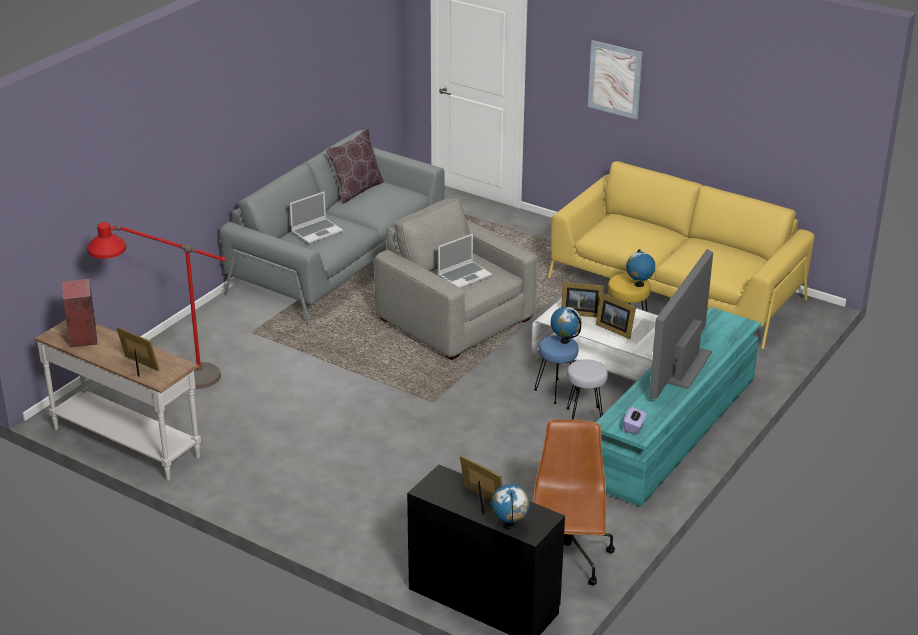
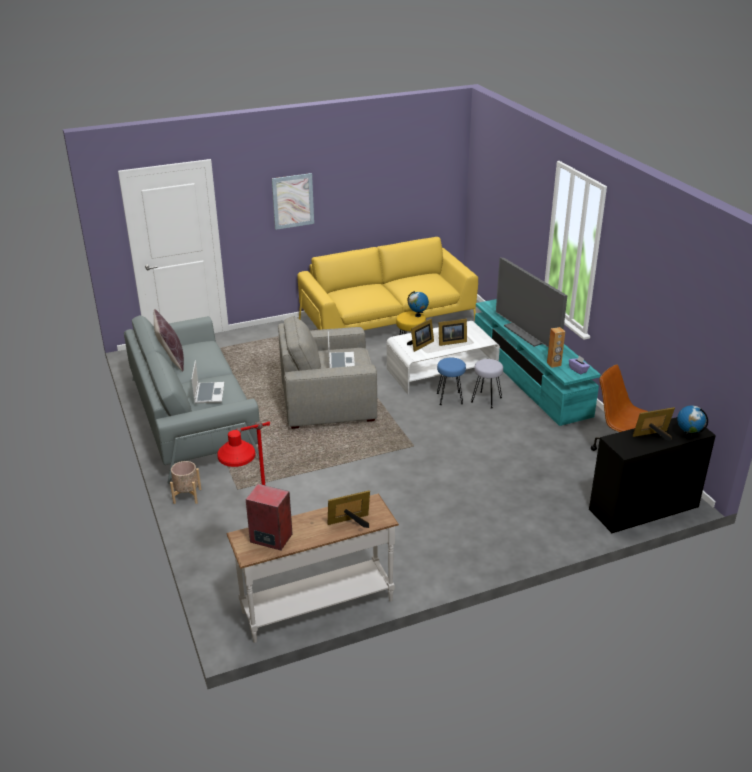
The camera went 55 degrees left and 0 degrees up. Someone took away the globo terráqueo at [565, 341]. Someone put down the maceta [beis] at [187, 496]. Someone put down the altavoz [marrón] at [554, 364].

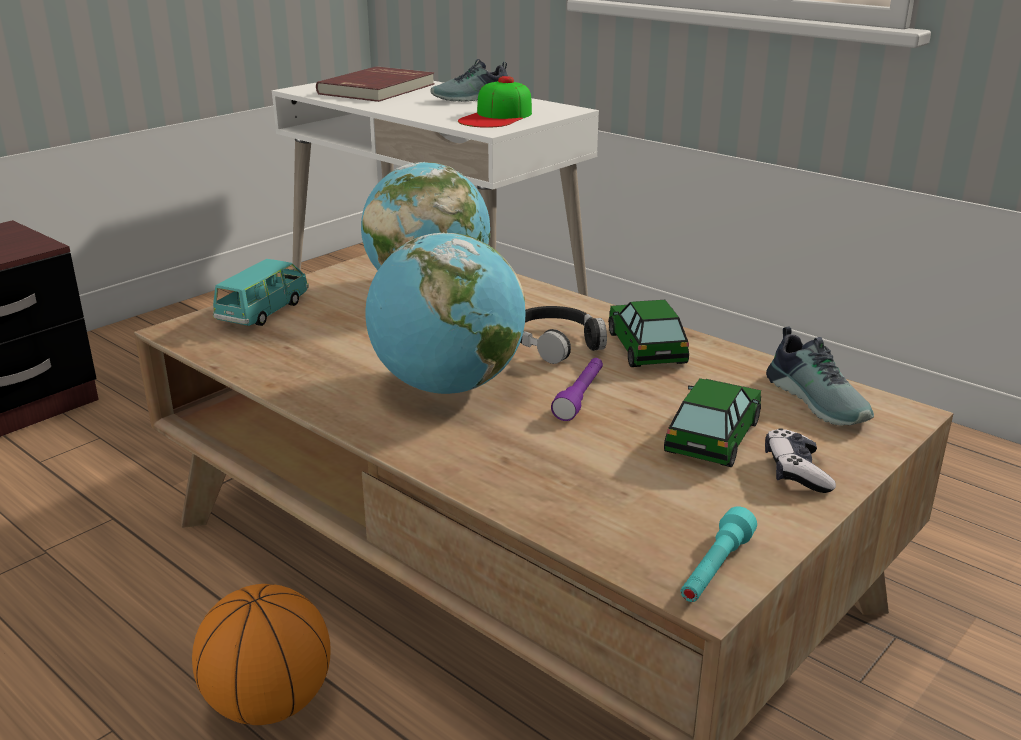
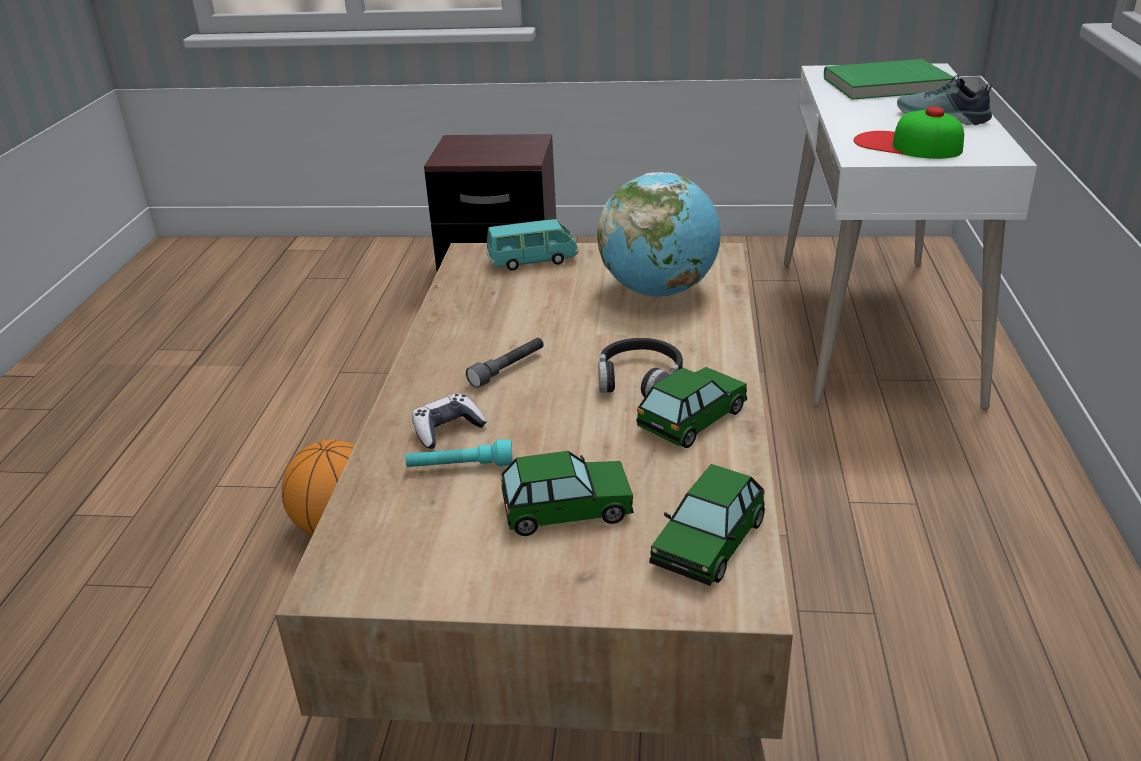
The camera went 55 degrees right and 5 degrees up. Someone repainted the libro [rojo] at [378, 89], which became the libro [verde] at [887, 85]. Someone swapped the globo terráqueo at [447, 387] for the linterna [gris] at [508, 369]. Someone rotated the gorra at [497, 117] by 45 degrees clockwise. Someone took away the linterna [morado] at [580, 397]. Someone carried the linterna [turquesa] from [715, 570] to [460, 467]. Someone carried the mando de consola from [796, 472] to [447, 430]. Someone swapped the zapato at [820, 400] for the coche de juguete at [708, 542].

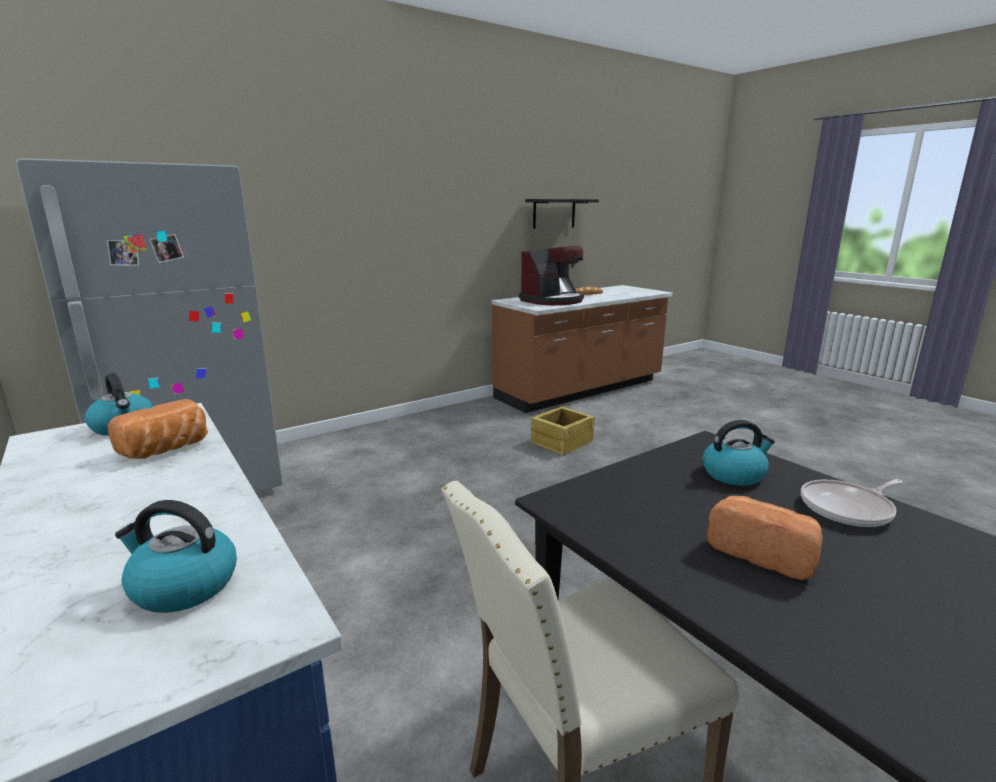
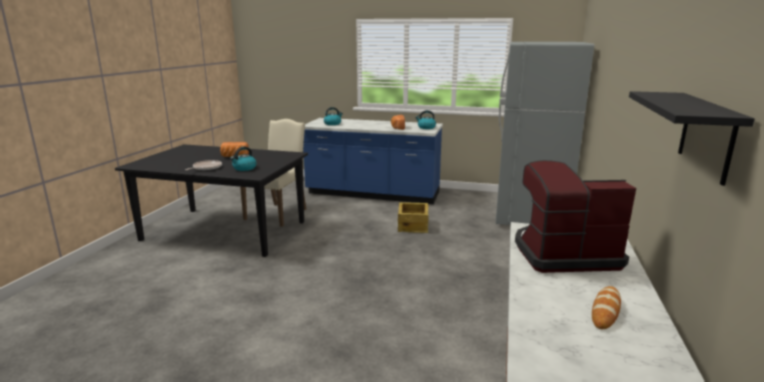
The camera went 140 degrees right and 0 degrees up. Someone rotated the cafetera at [553, 301] by 75 degrees clockwise. Someone carried the caja de embalaje from [561, 442] to [413, 226].

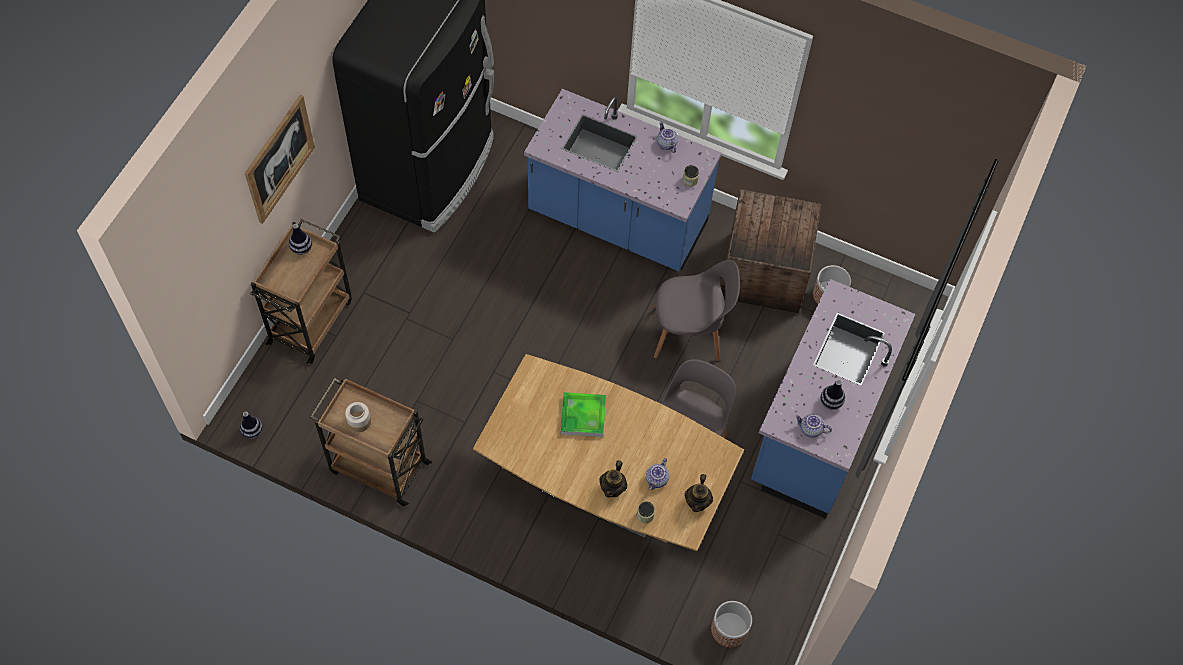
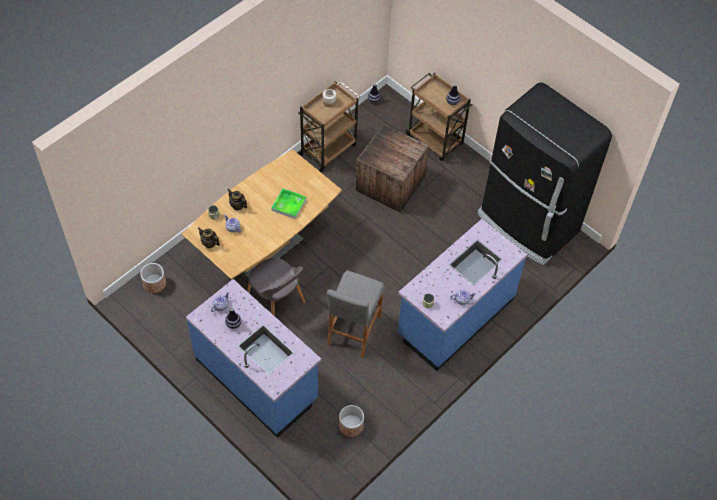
The camera went 110 degrees right and 5 degrees down. Someone took away the cuadro at [279, 159]. Someone swapped the silla [gris] at [689, 333] for the taburete [gris] at [353, 330]. Someone carried the caja de embalaje from [762, 273] to [390, 183].

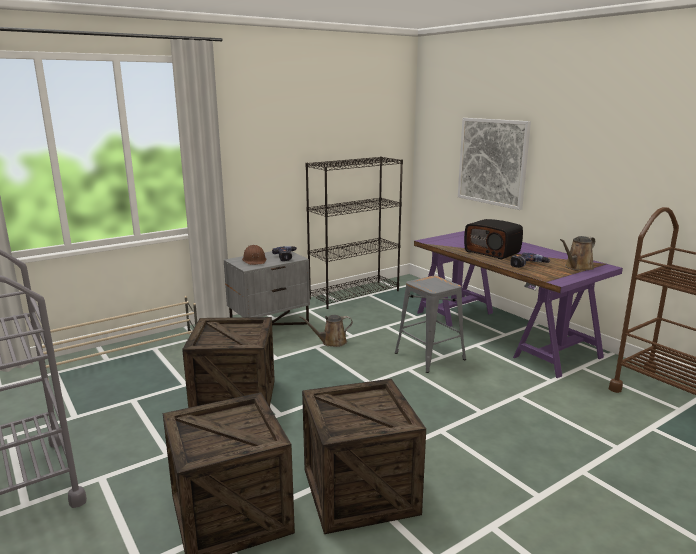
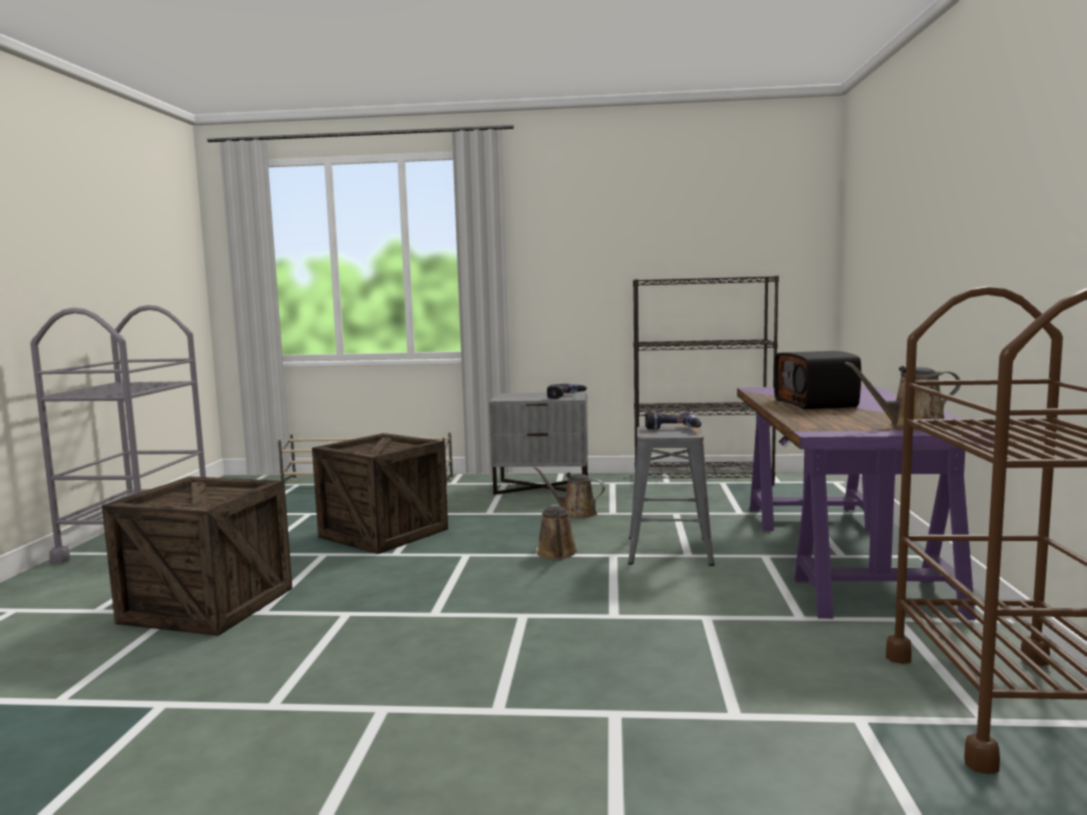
The camera went 40 degrees right and 10 degrees down. Someone took away the casco [marrón] at [254, 260]. Someone took away the caja de embalaje at [359, 491]. Someone took away the cuadro at [492, 162]. Someone carried the taladro from [528, 265] to [672, 430]. Someone put down the regadera [marrón] at [557, 554].

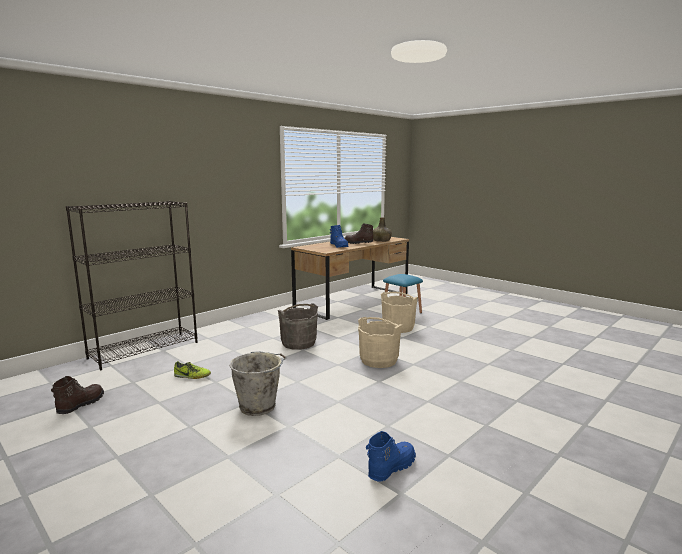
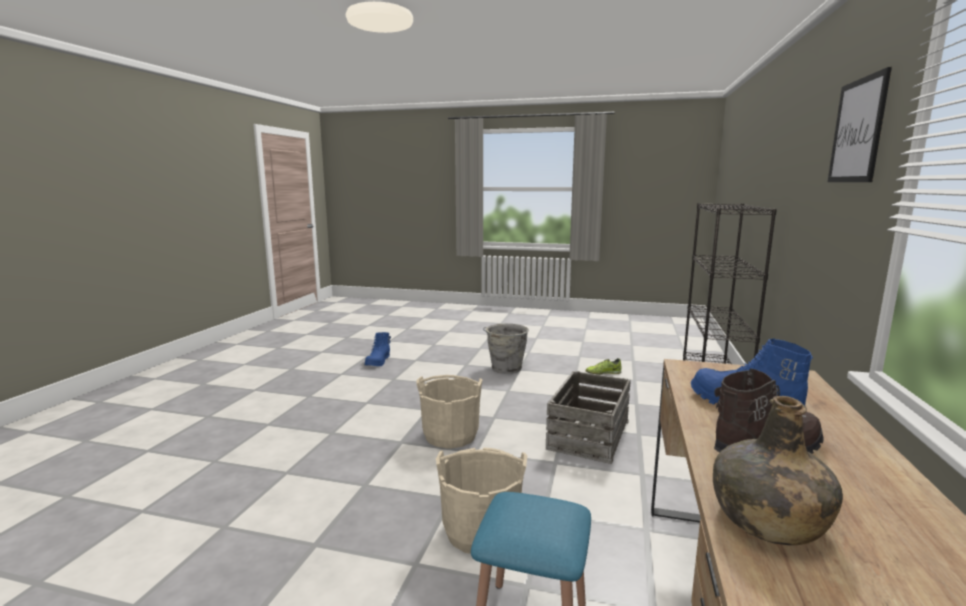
The camera went 150 degrees right and 0 degrees up. Someone took away the bota [marrón] at [80, 405]. Someone swapped the cubo [gris] at [298, 343] for the caja de embalaje at [588, 434]. Someone put up the cuadro at [857, 131].

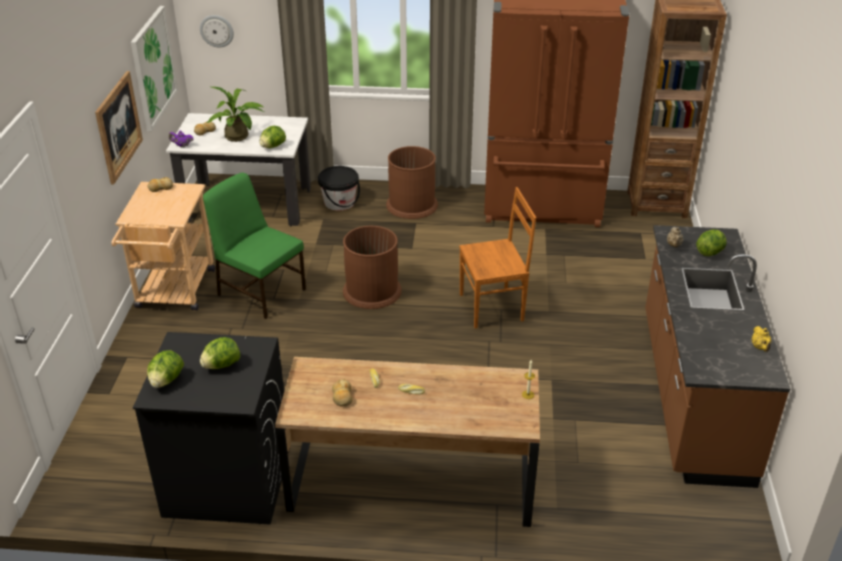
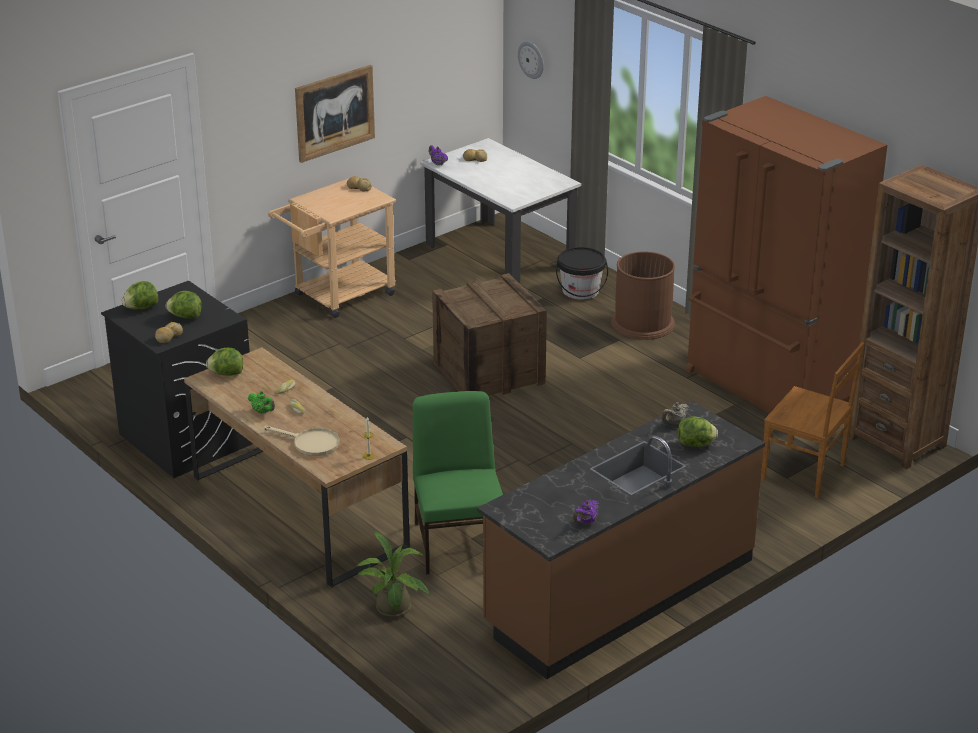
The camera went 45 degrees right and 5 degrees down. Someone took away the cuadro at [153, 67]. Someone carried the silla [verde] from [261, 291] to [459, 543]. Someone carried the planta en maceta from [239, 137] to [394, 611]. Someone carried the lechuga from [272, 146] to [226, 374]. Someone carried the pan from [342, 397] to [168, 337]. Someone swapped the papelera [marrón] at [372, 291] for the caja de embalaje at [488, 373]. Someone carried the silla [marrón] from [493, 307] to [805, 473]. Someone repainted the tetera [amarillo] at [760, 347], which became the tetera [morado] at [585, 522]. Someone put down the tetera [verde] at [262, 412]. Someone put down the sartén [beis] at [310, 443].

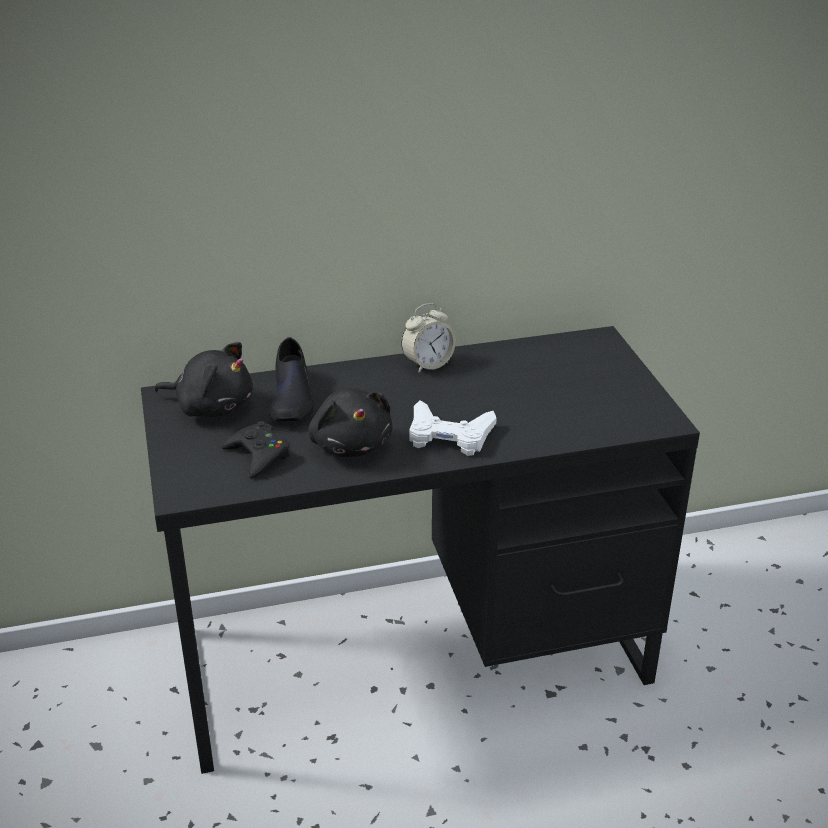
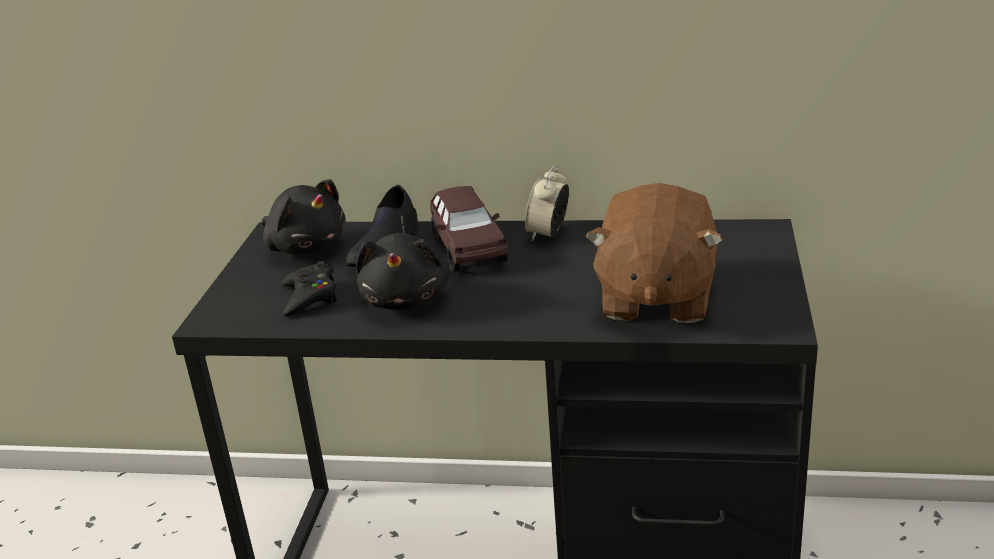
The camera went 25 degrees right and 5 degrees down. Someone rotated the despertador at [428, 364] by 120 degrees clockwise. Someone took away the mando de consola [blanco] at [449, 436]. Someone put down the coche de juguete [marrón] at [468, 248]. Someone put down the peluche [marrón] at [655, 298].

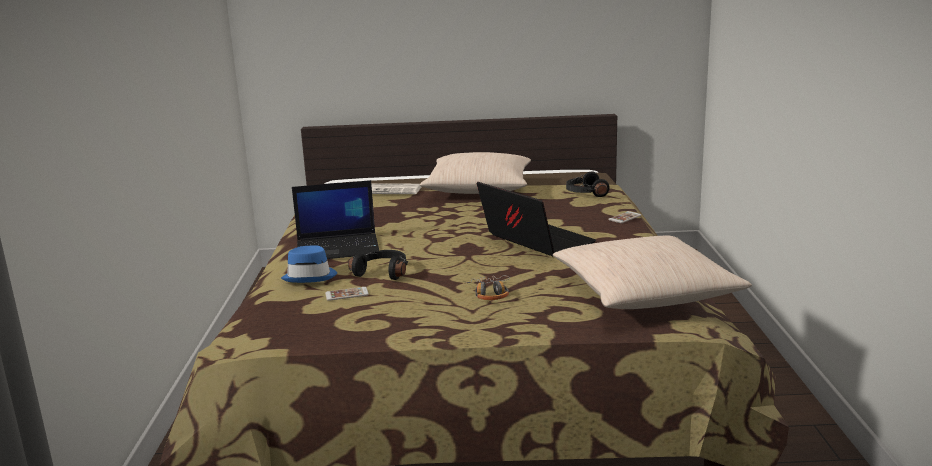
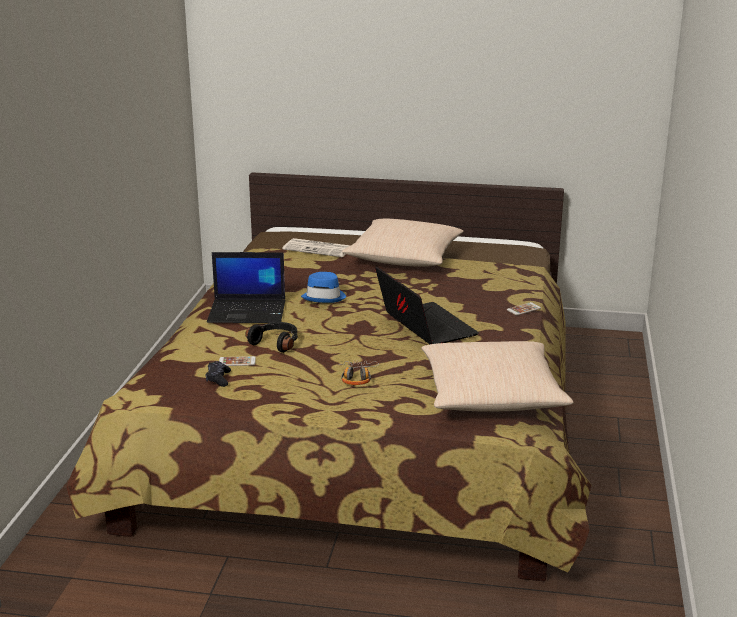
The camera went 10 degrees right and 5 degrees up. Someone carried the sombrero [azul] from [310, 276] to [324, 297]. Someone took away the auriculares [negro] at [585, 193]. Someone put down the mando de consola [negro] at [218, 379].

